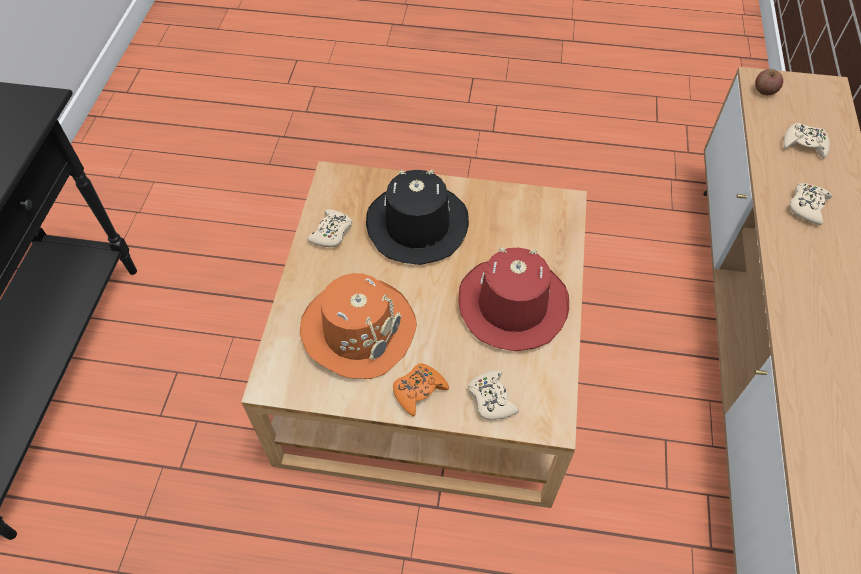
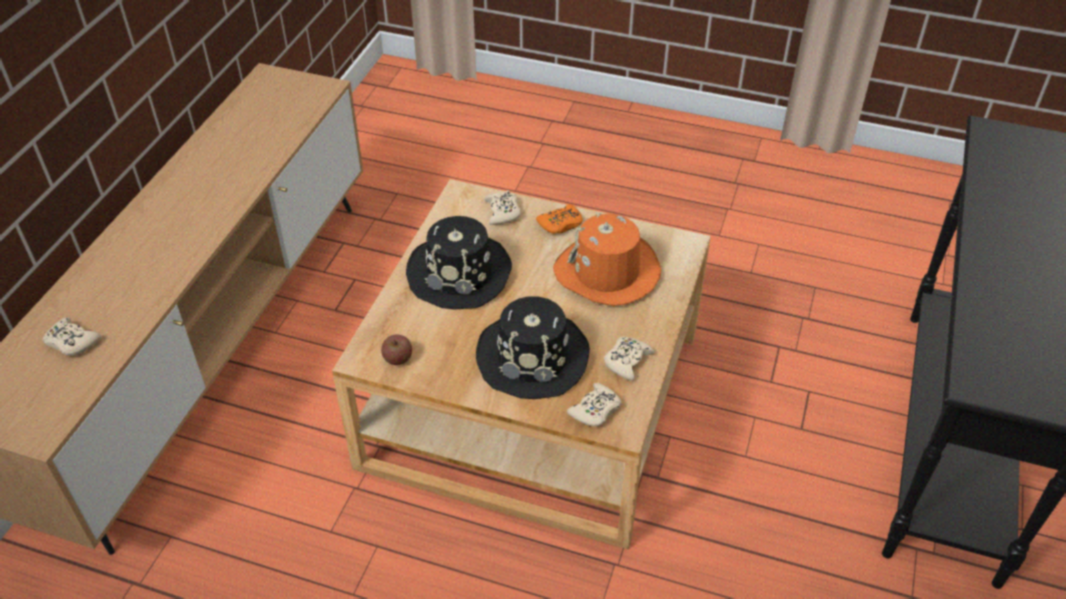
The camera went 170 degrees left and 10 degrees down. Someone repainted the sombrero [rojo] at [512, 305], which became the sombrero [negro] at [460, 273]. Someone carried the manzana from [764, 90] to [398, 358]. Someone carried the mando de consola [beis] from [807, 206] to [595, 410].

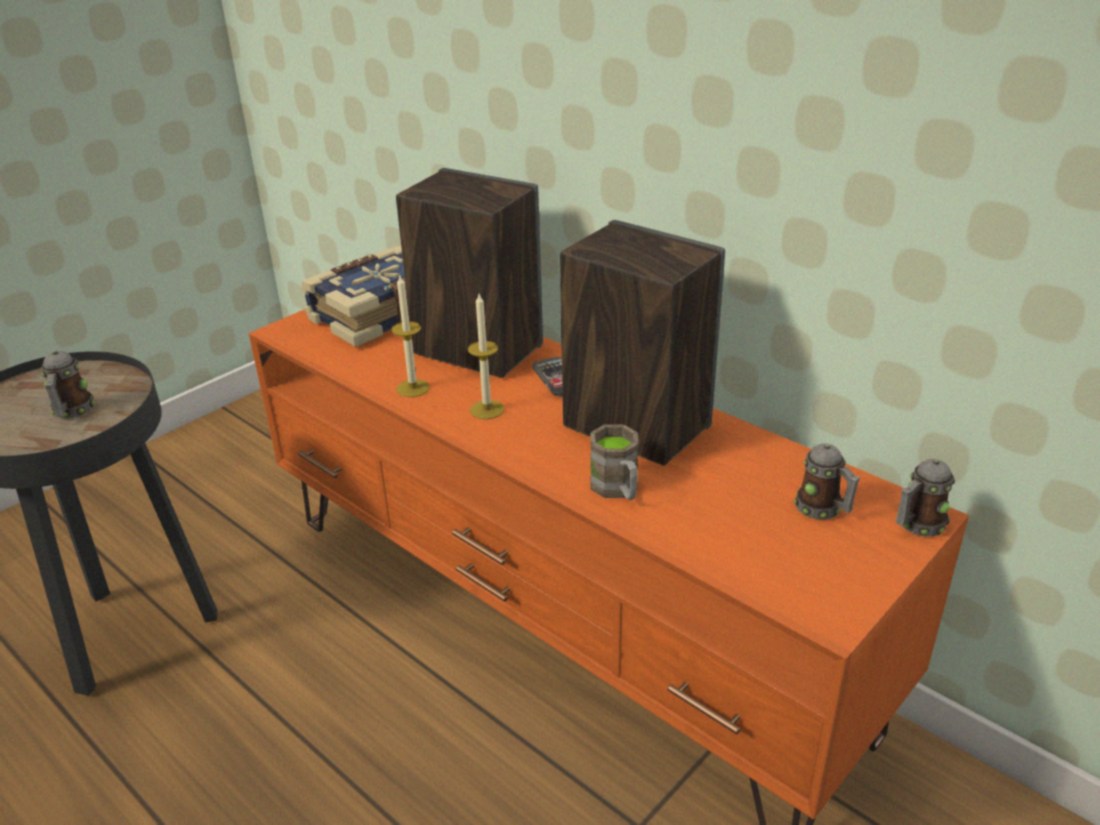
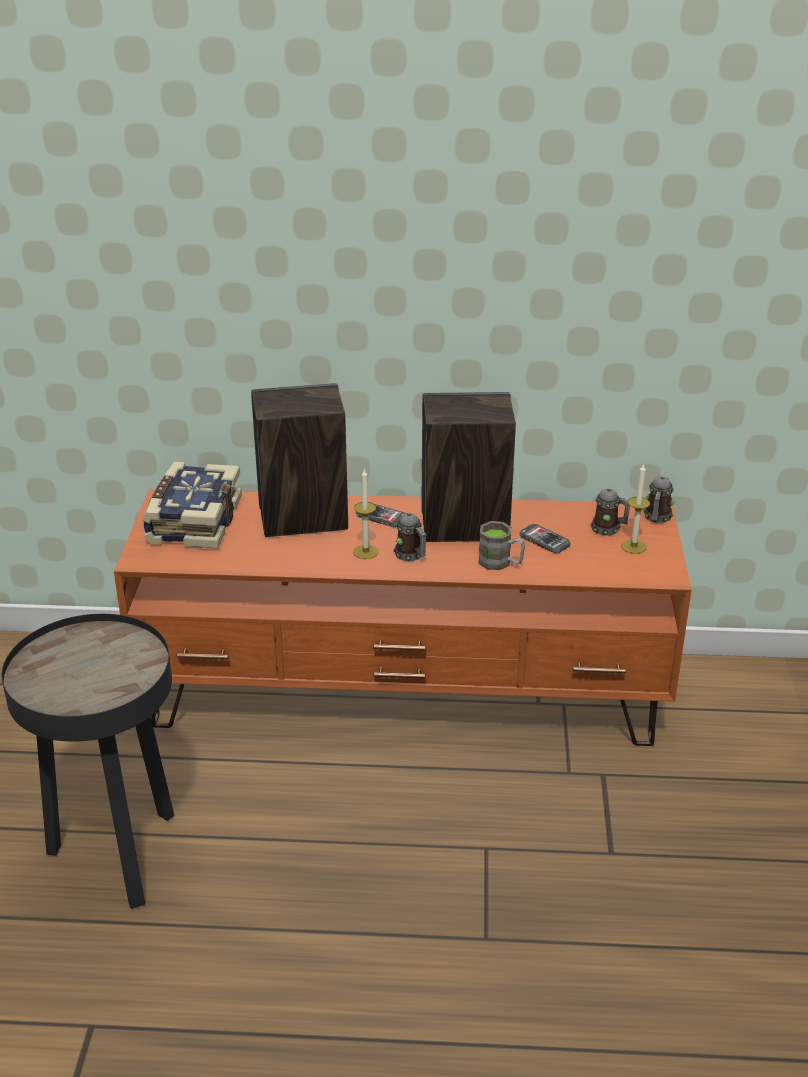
The camera went 40 degrees left and 0 degrees up. Someone carried the taza grande from [72, 412] to [411, 555]. Someone carried the vela from [413, 388] to [633, 546]. Someone put down the móvil at [544, 540].

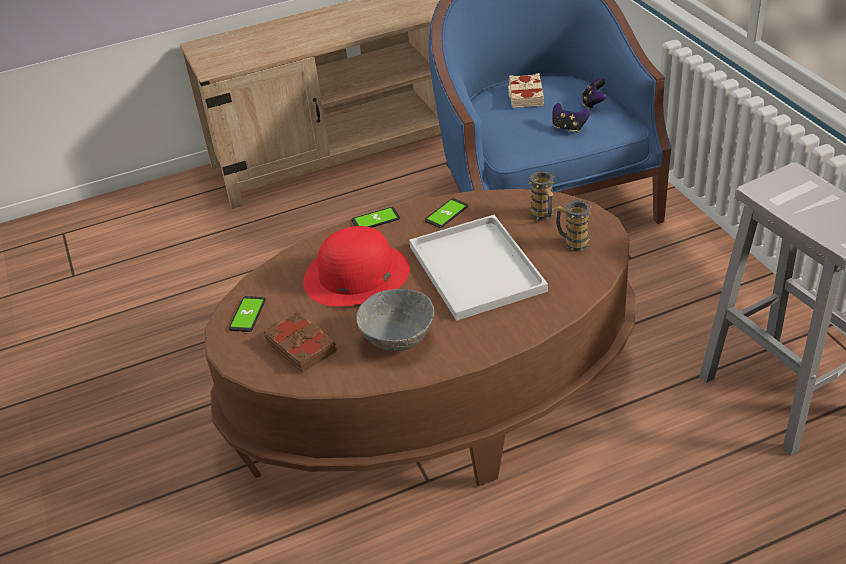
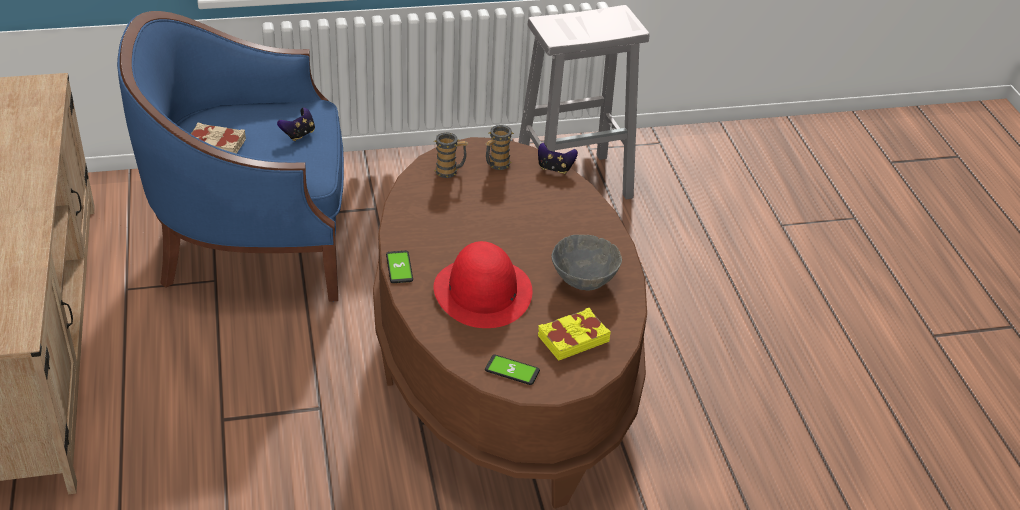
The camera went 85 degrees left and 0 degrees up. Someone repainted the libro [marrón] at [302, 346], which became the libro [amarillo] at [572, 338]. Someone took away the bandeja [blanco] at [479, 269]. Someone took away the móvil at [446, 214]. Someone carried the mando de consola from [593, 104] to [555, 168].

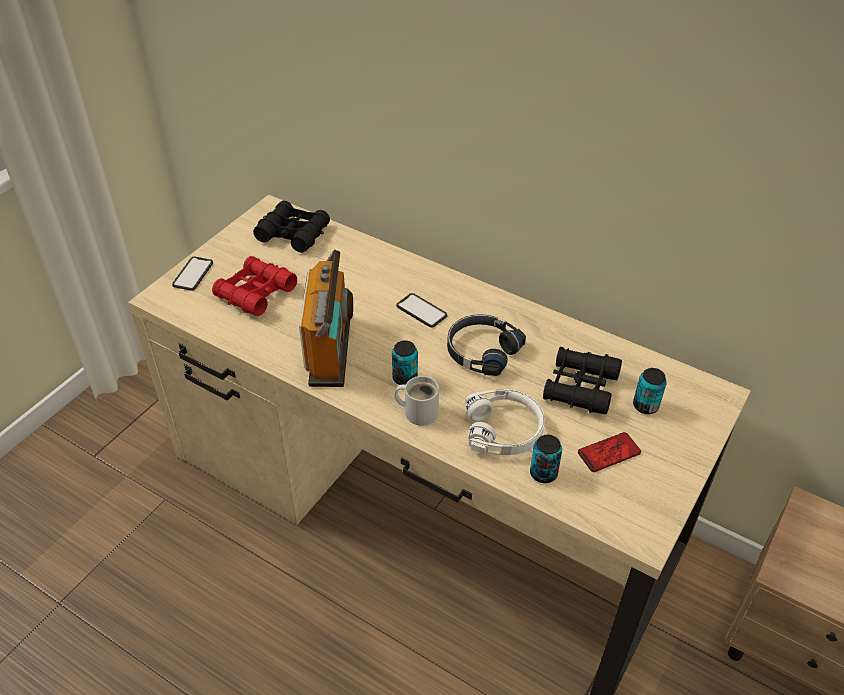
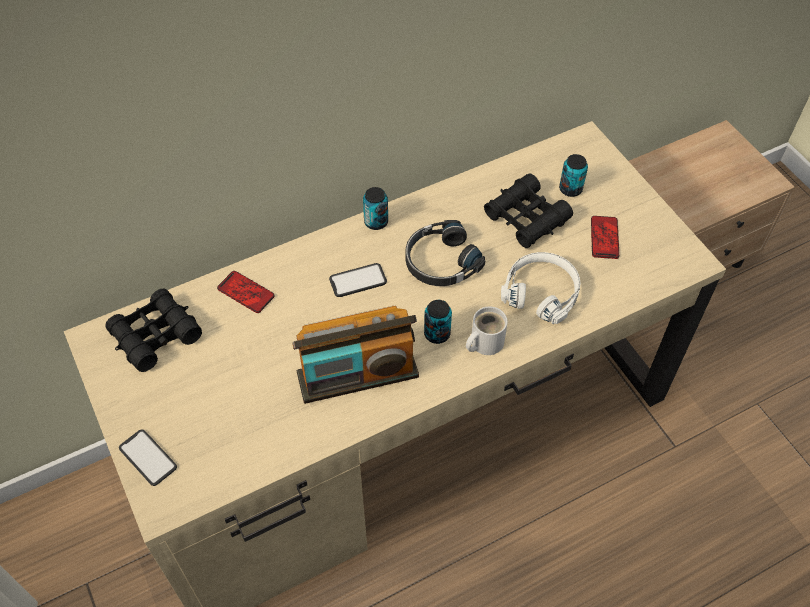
The camera went 60 degrees left and 10 degrees up. Someone took away the prismáticos [rojo] at [255, 293]. Someone rotated the radio at [331, 348] by 135 degrees clockwise. Someone carried the lata from [543, 473] to [376, 222]. Someone put down the móvil at [246, 292].

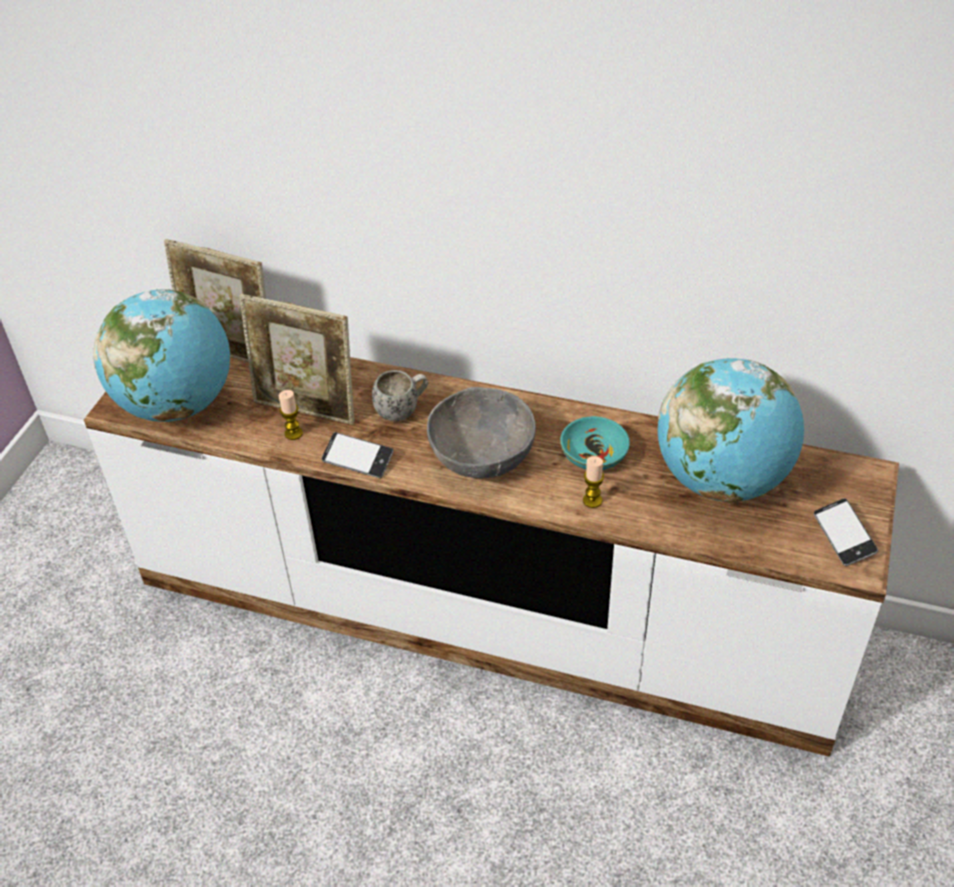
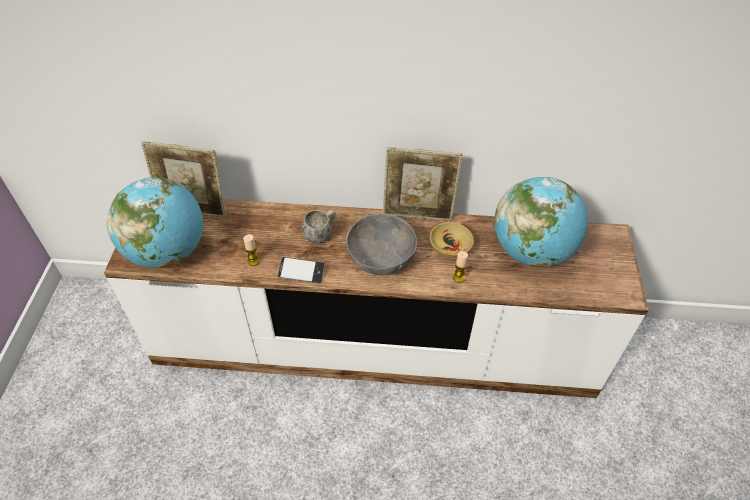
The camera went 15 degrees left and 5 degrees up. Someone carried the portarretratos from [307, 409] to [418, 215]. Someone repainted the cuenco [turquesa] at [593, 455], which became the cuenco [beis] at [449, 247]. Someone took away the móvil at [843, 536].

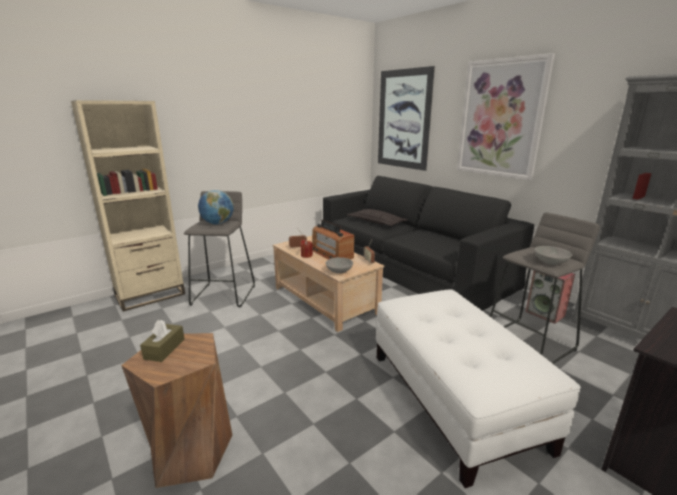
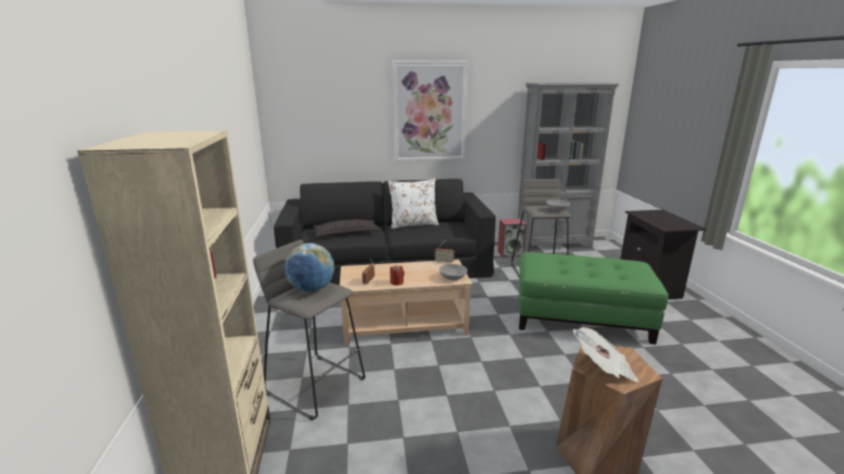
The camera went 60 degrees left and 0 degrees up. Someone swapped the caja de pañuelos [marrón] at [164, 349] for the periódico at [603, 368]. Someone took away the radio at [332, 254]. Someone repainted the puf [blanco] at [452, 398], which became the puf [verde] at [581, 319]. Someone took away the cuadro at [403, 119]. Someone put down the cojín [blanco] at [413, 224].

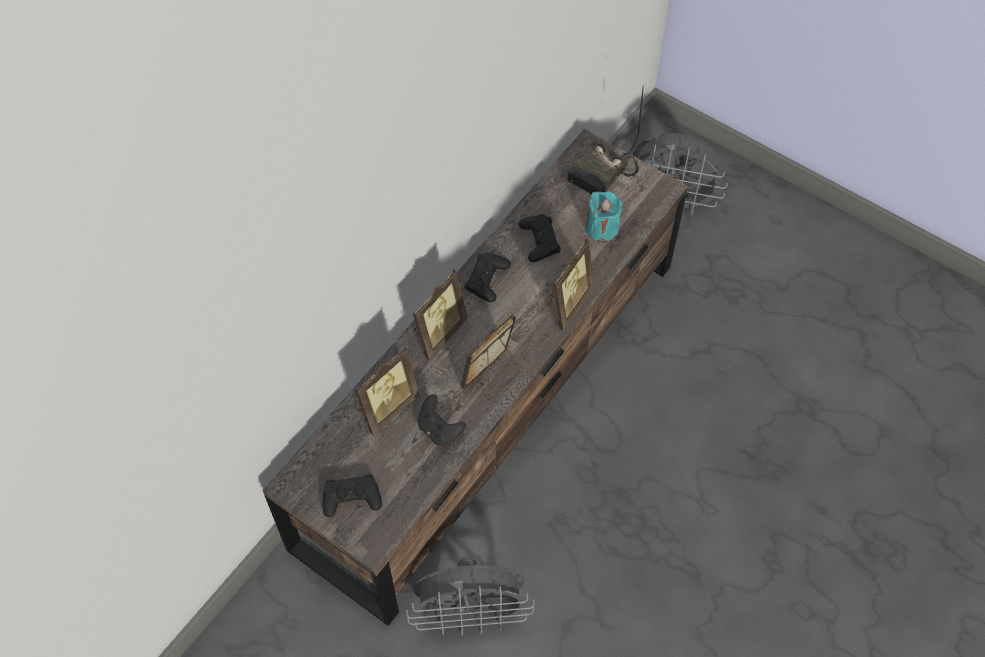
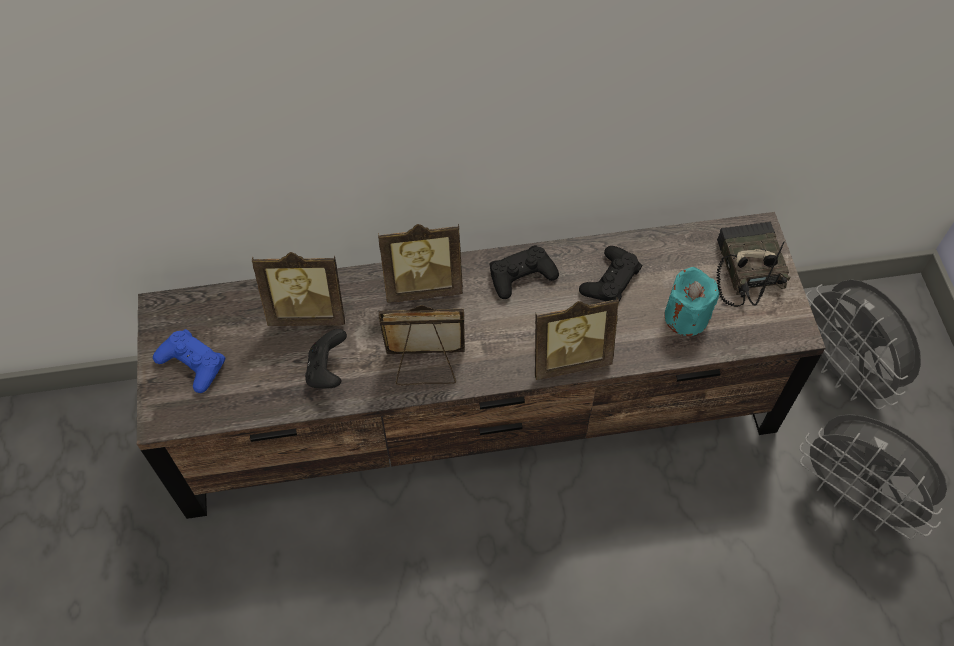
The camera went 45 degrees right and 0 degrees up. Someone repainted the mando de consola [negro] at [351, 498], which became the mando de consola [azul] at [192, 363]. Someone carried the ventilador [gris] from [471, 615] to [854, 498]. Someone rotated the radio at [603, 175] by 90 degrees clockwise.

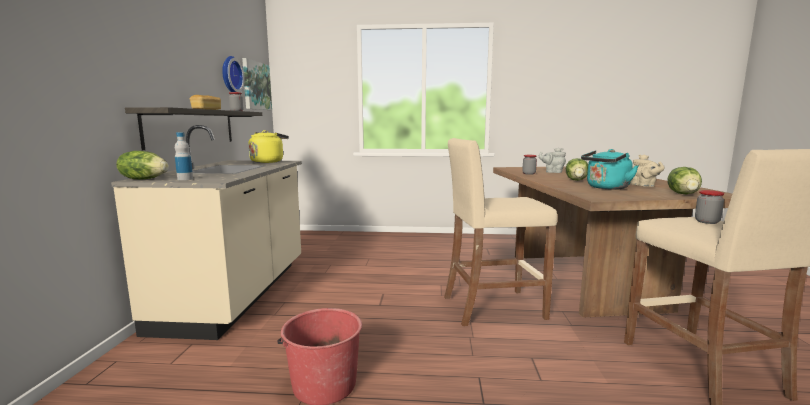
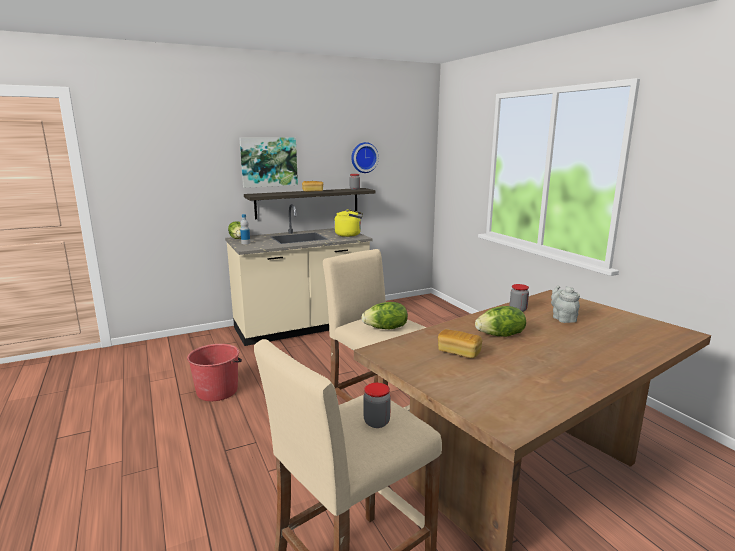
The camera went 60 degrees right and 5 degrees up. Someone carried the cuadro from [256, 86] to [269, 162]. Someone swapped the hervidor [turquesa] at [606, 188] for the pan at [459, 352]. Someone took away the tetera [beis] at [644, 186]. Someone carried the lechuga from [684, 194] to [386, 328].

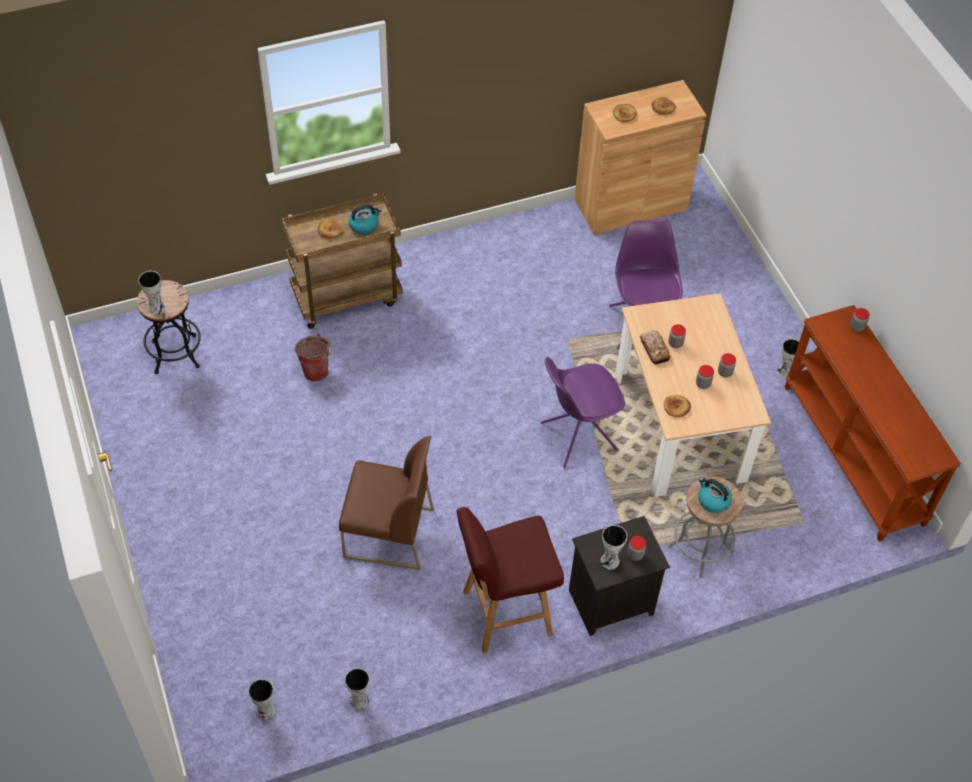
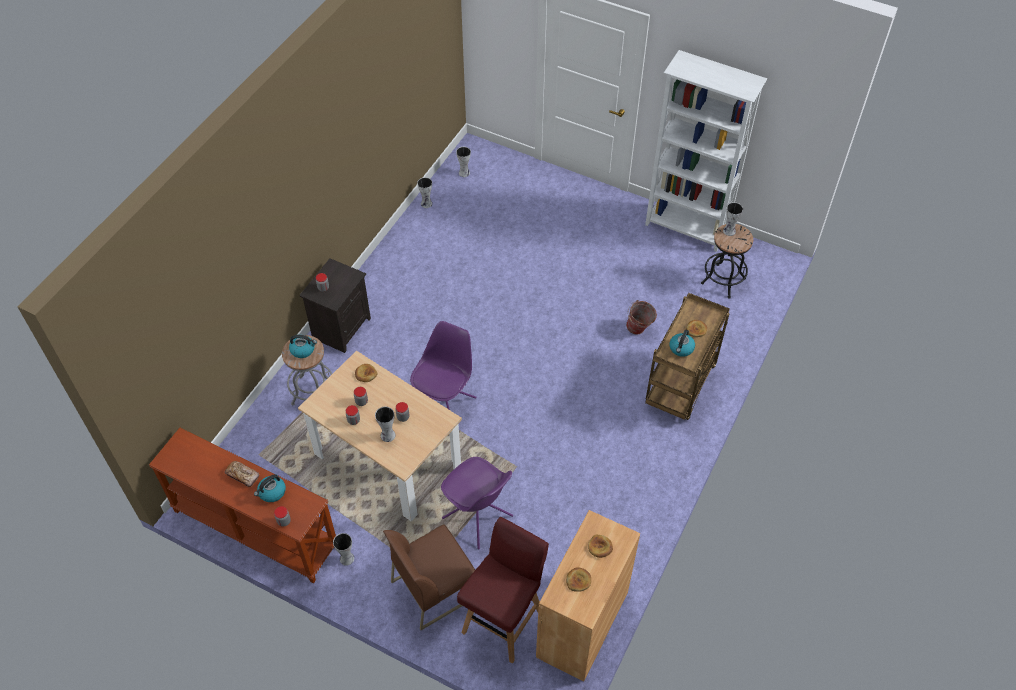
The camera went 140 degrees right and 0 degrees up. Someone carried the silla [marrón] from [388, 533] to [434, 588]. Someone carried the taburete [rojo] from [504, 613] to [504, 621]. Someone carried the florero from [611, 561] to [387, 435]. Someone carried the pan from [654, 349] to [242, 475]. Someone put down the hervidor at [272, 492]. Someone put down the estantería [blanco] at [686, 228].

